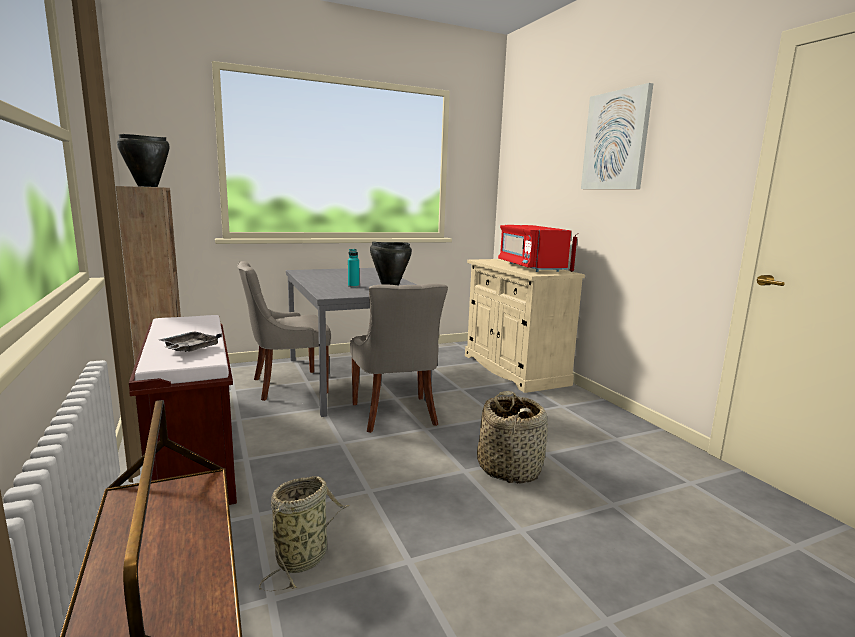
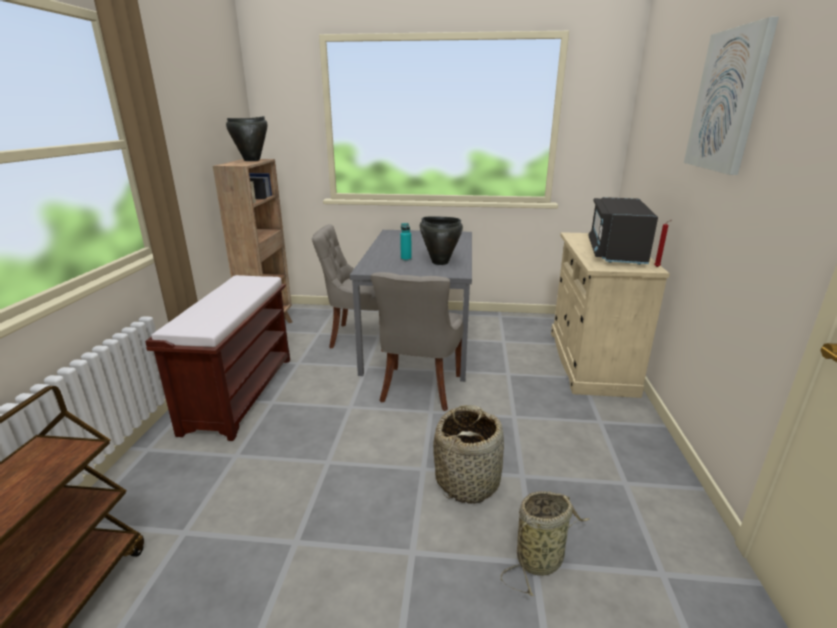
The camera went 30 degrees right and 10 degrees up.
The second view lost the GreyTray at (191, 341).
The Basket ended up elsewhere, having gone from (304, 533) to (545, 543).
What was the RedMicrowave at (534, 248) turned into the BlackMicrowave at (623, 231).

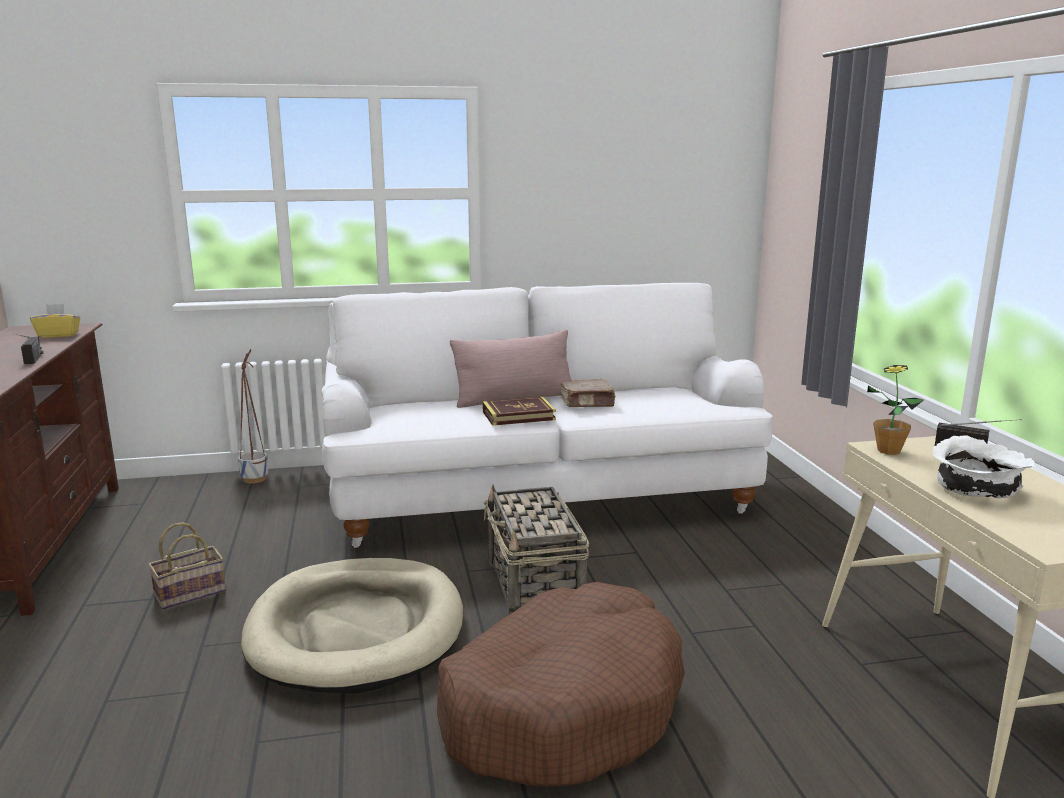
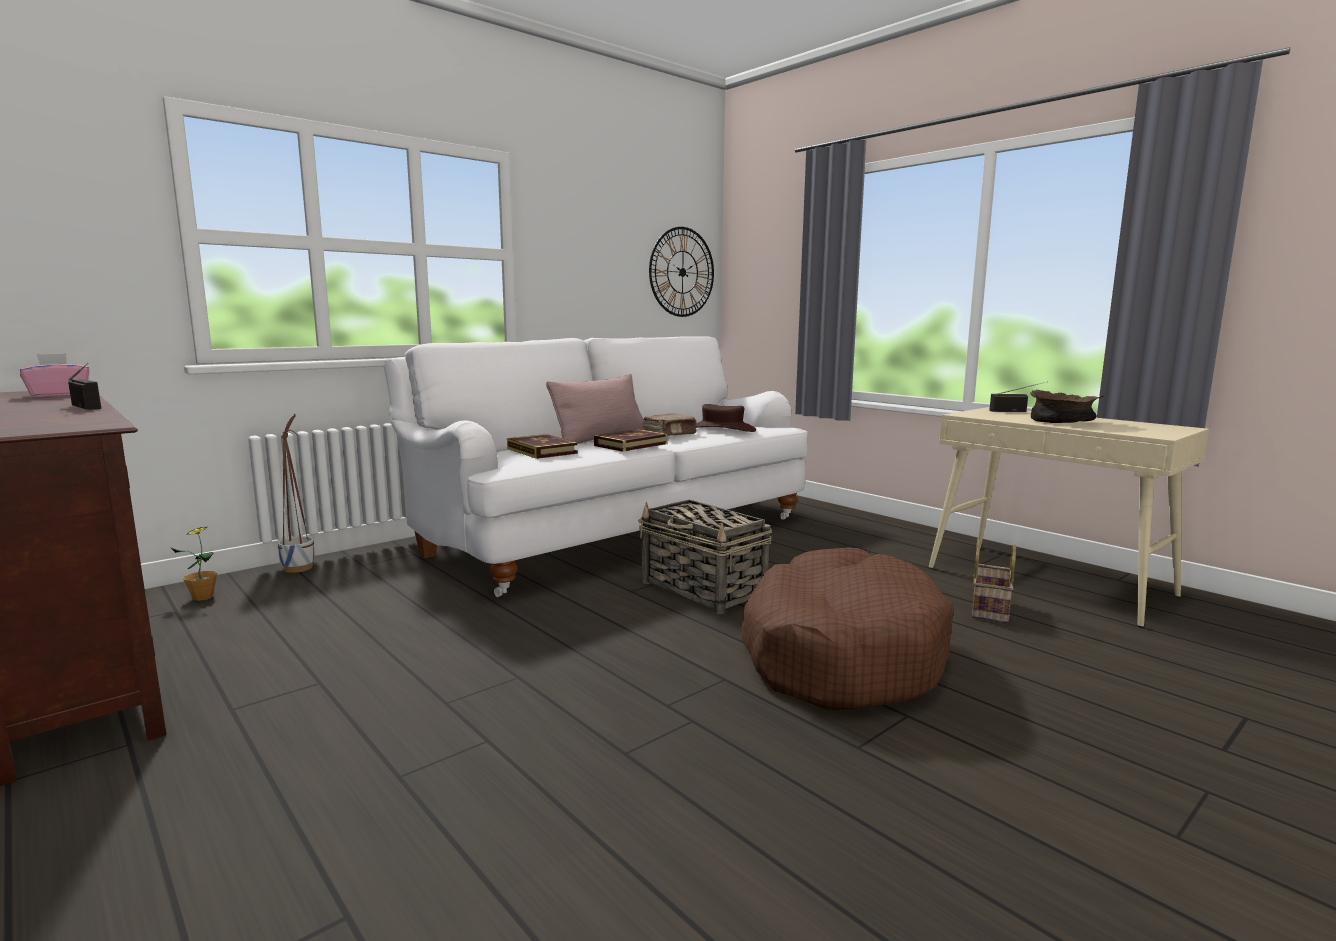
The camera went 30 degrees left and 5 degrees down.
The second view lost the BeigeDogBed at (352, 625).
The second view gained the Book at (542, 446).
The second view gained the WallClock at (681, 272).
The second view gained the BrownHat at (726, 418).
The Basket ended up elsewhere, having gone from (187, 566) to (994, 581).
The PottedPlant ended up elsewhere, having gone from (895, 410) to (193, 564).
What was the YellowTissueBox at (55, 321) turned into the PinkTissueBox at (54, 375).
What was the WhiteBowl at (984, 466) turned into the BrownBowl at (1067, 406).

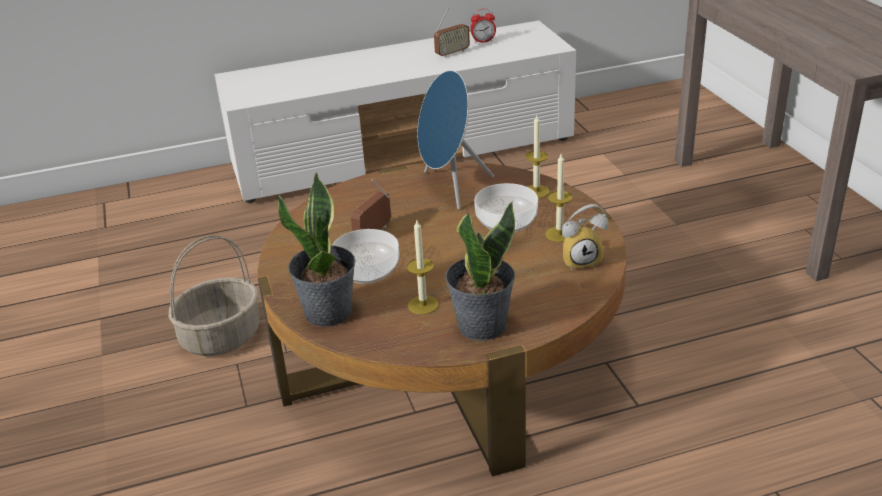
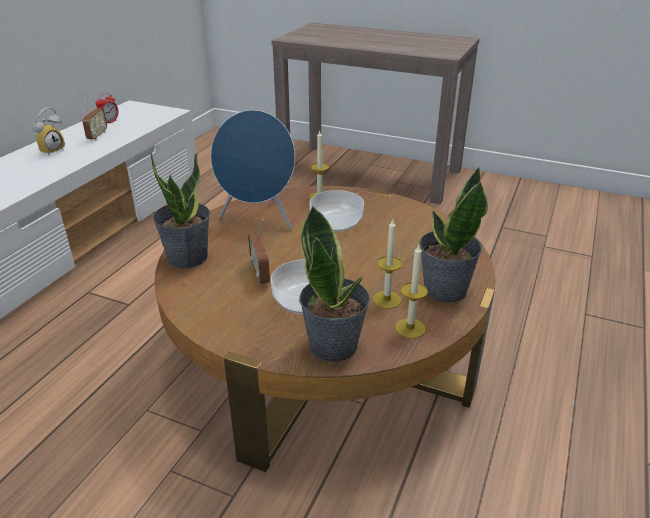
The camera went 50 degrees left and 0 degrees up.
The second view lost the Basket at (214, 295).
The second view gained the PottedPlant at (180, 211).
The Candle ended up elsewhere, having gone from (559, 198) to (411, 291).
The AlarmClock ended up elsewhere, having gone from (585, 237) to (48, 131).

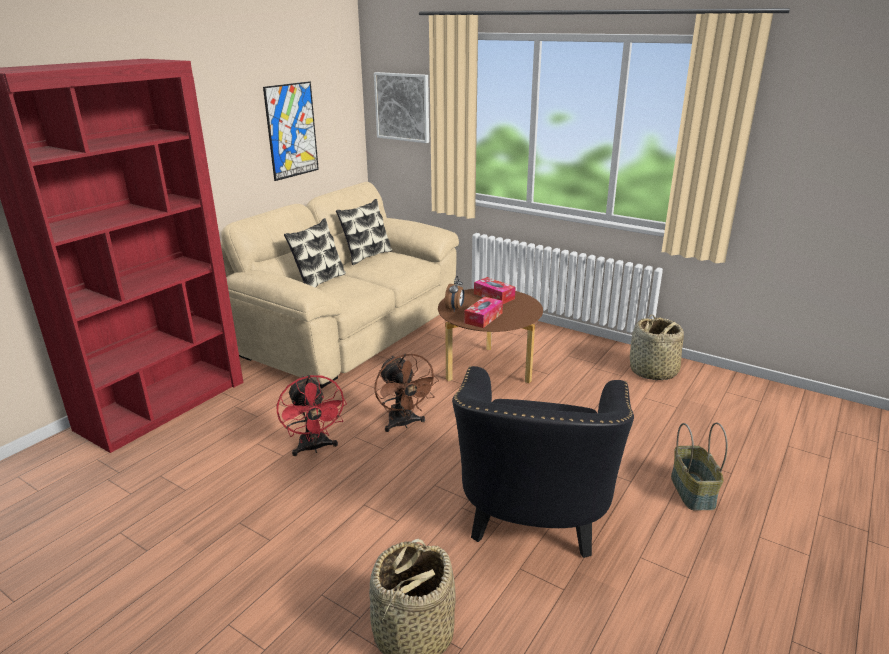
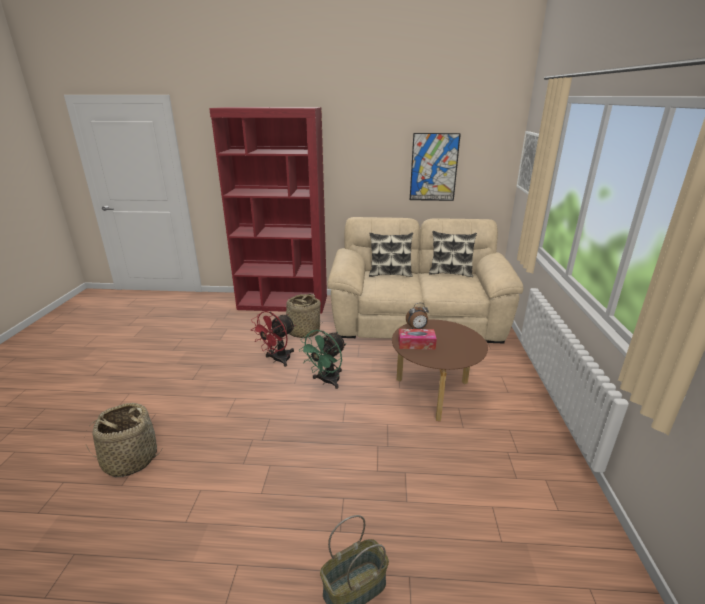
The camera went 60 degrees right and 0 degrees up.
The second view lost the BlackArmchair at (543, 462).
The second view lost the TissueBox at (495, 290).
The Basket ended up elsewhere, having gone from (657, 347) to (303, 316).
What was the BrownFan at (406, 393) turned into the GreenFan at (322, 359).

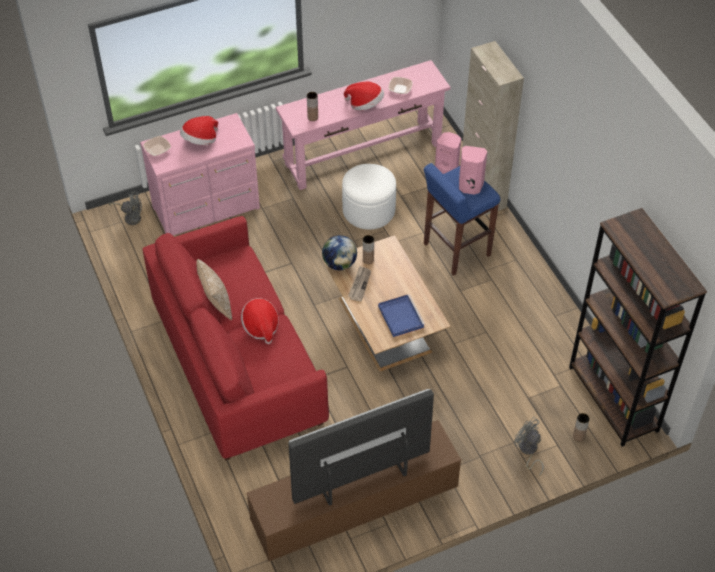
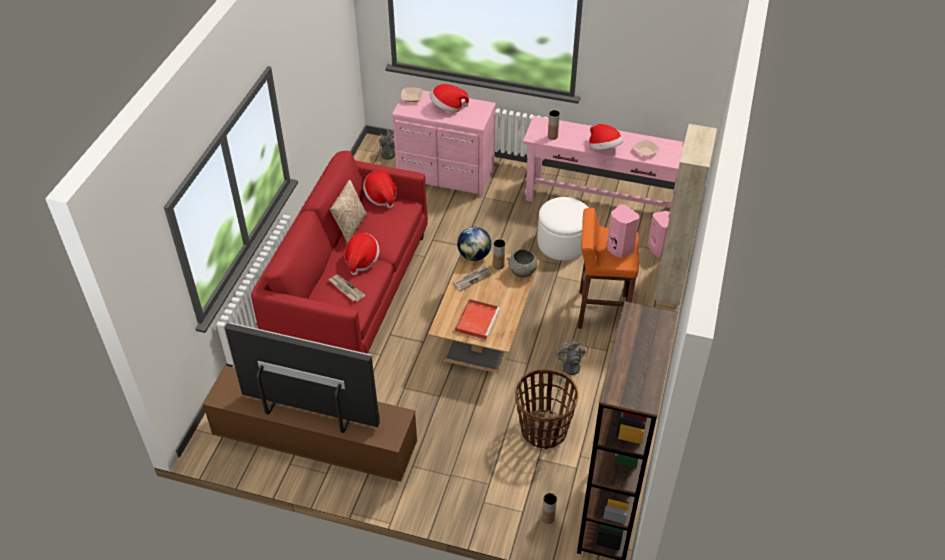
The camera went 40 degrees right and 5 degrees down.
The second view gained the Newspaper at (346, 288).
The second view gained the Hat at (380, 189).
The second view gained the GreyBowl at (522, 263).
The second view gained the Basket at (547, 409).
The GreyFan ended up elsewhere, having gone from (529, 446) to (571, 365).
What was the BlueTray at (401, 315) turned into the RedTray at (477, 319).
What was the BlueStool at (462, 219) turned into the OrangeStool at (608, 268).

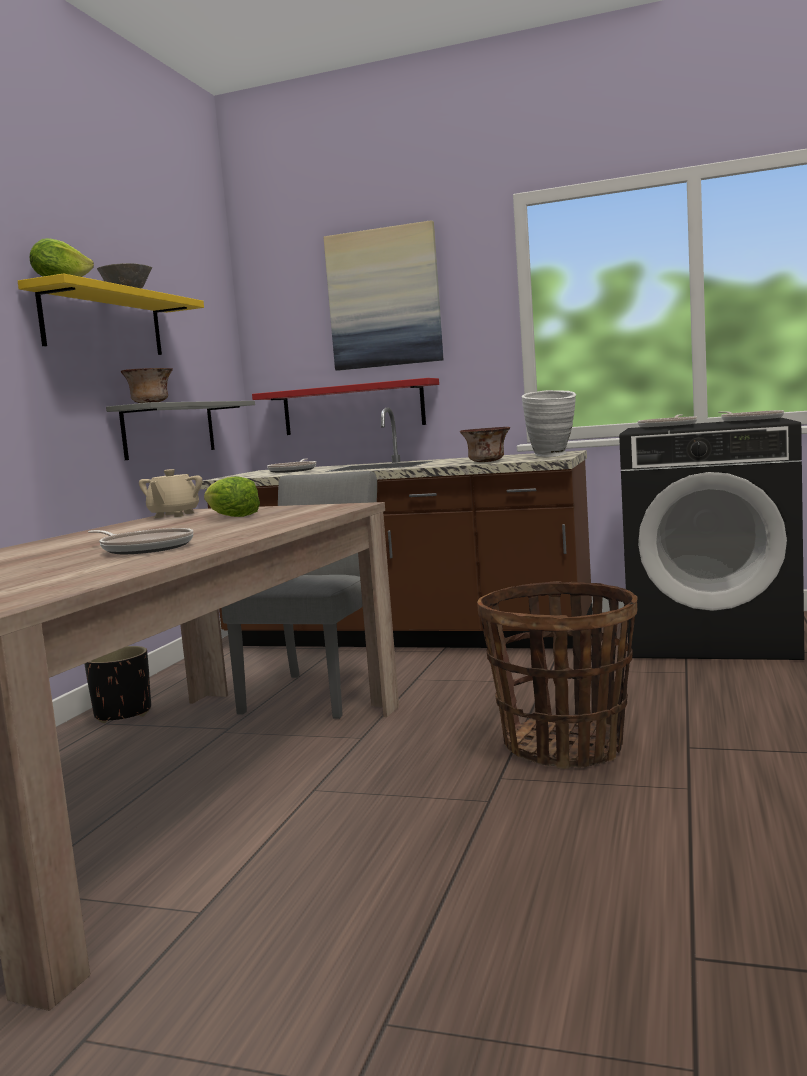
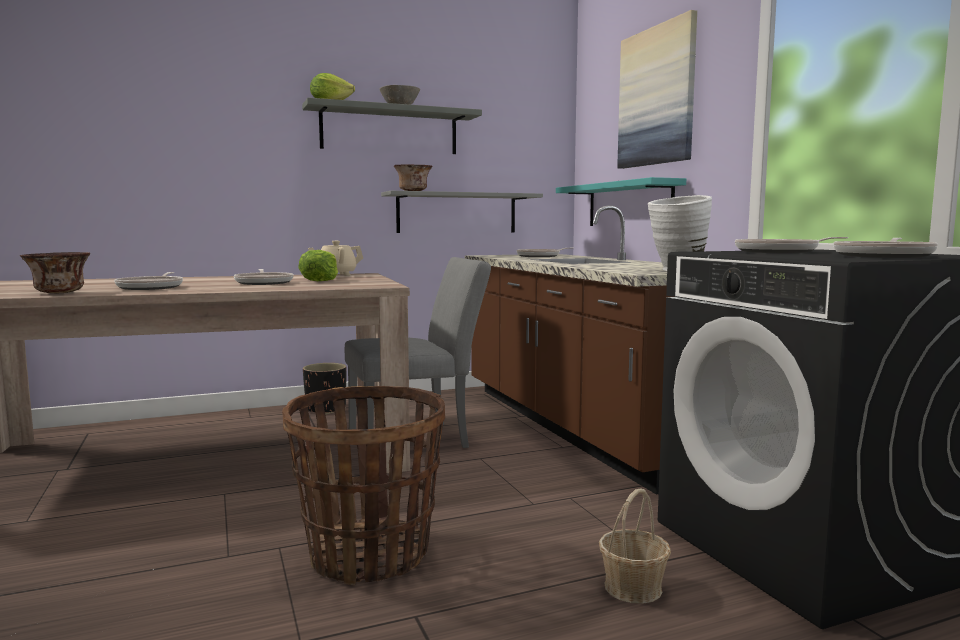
The camera went 50 degrees right and 0 degrees up.
The second view gained the FryingPan at (263, 277).
The second view gained the Basket at (635, 546).
The Bowl ended up elsewhere, having gone from (485, 444) to (55, 272).
What was the YellowShelf at (111, 314) turned into the GreyShelf at (392, 126).
What was the RedShelf at (345, 406) turned into the TurquoiseShelf at (621, 201).

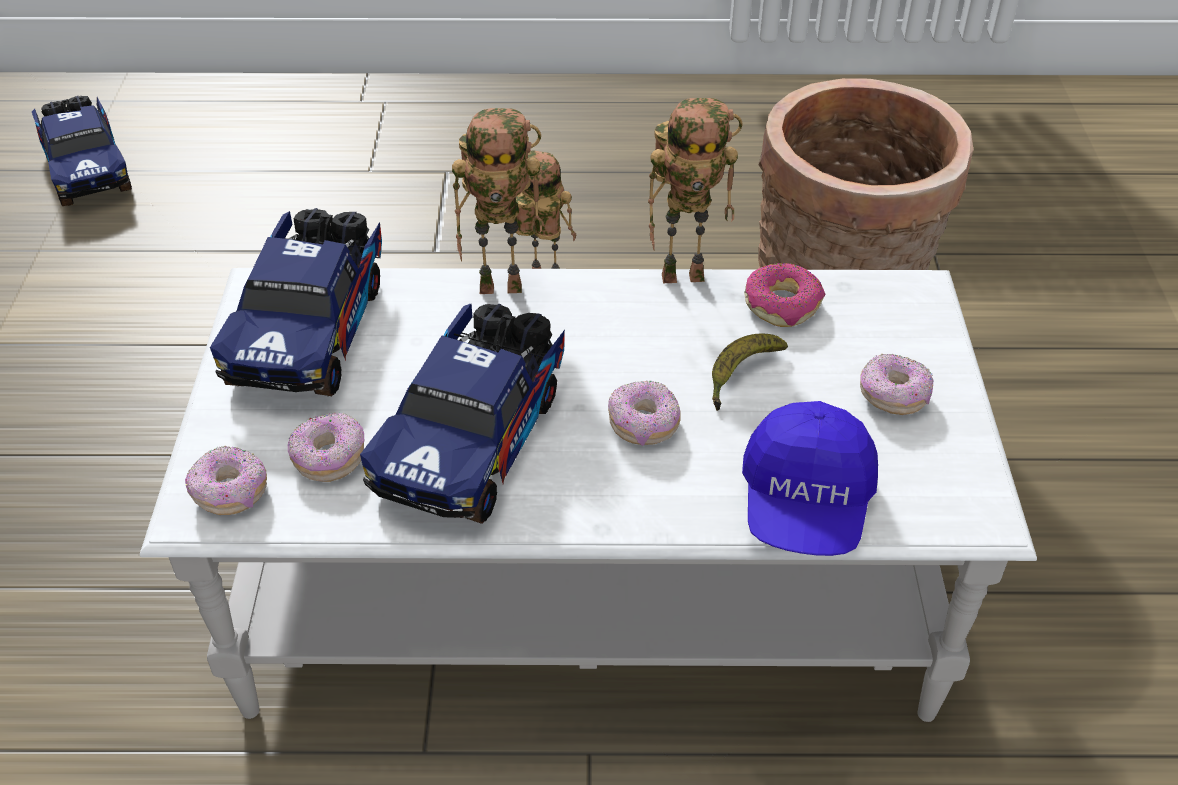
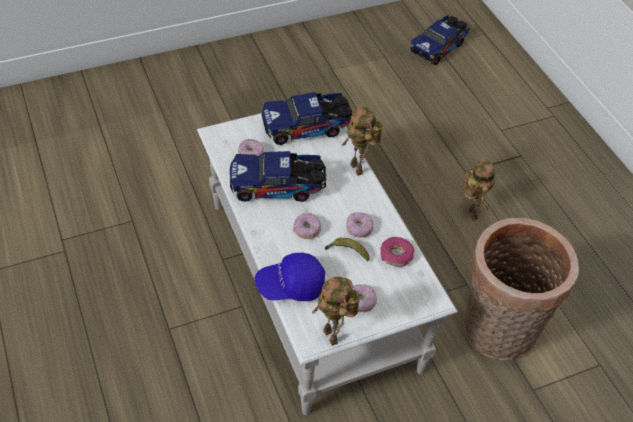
The camera went 65 degrees right and 5 degrees up.
The Donut ended up elsewhere, having gone from (226, 480) to (359, 225).
The ToyRobot ended up elsewhere, having gone from (695, 190) to (336, 311).

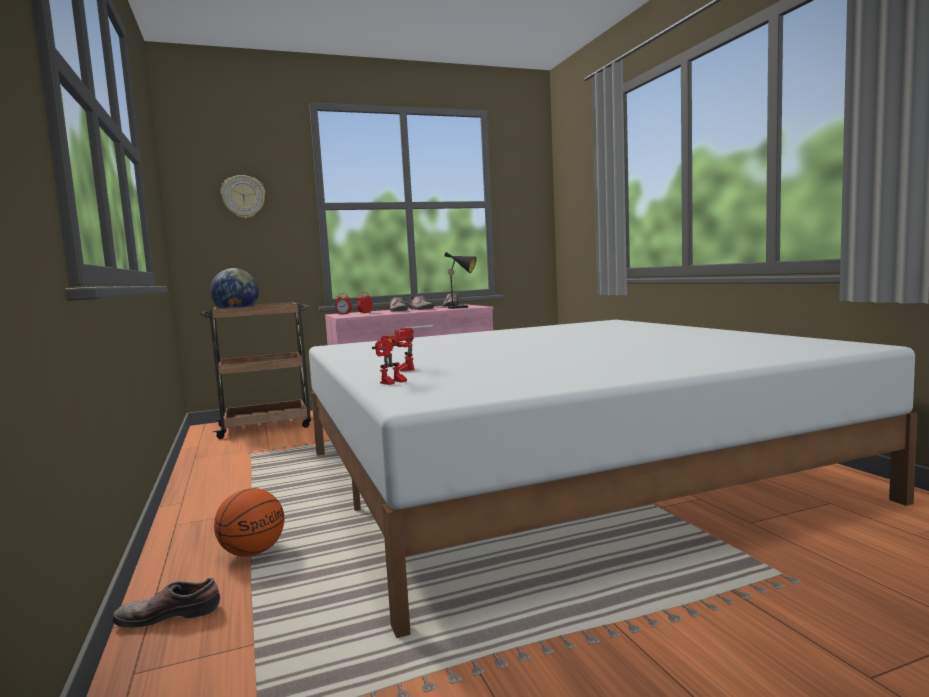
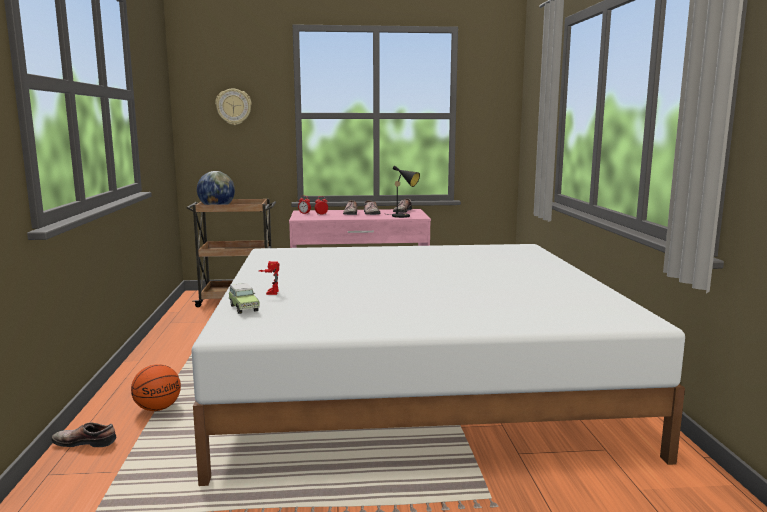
The camera went 15 degrees right and 5 degrees up.
Where the ToyRobot stood at (392, 360), the ToyCar came to stand at (244, 298).

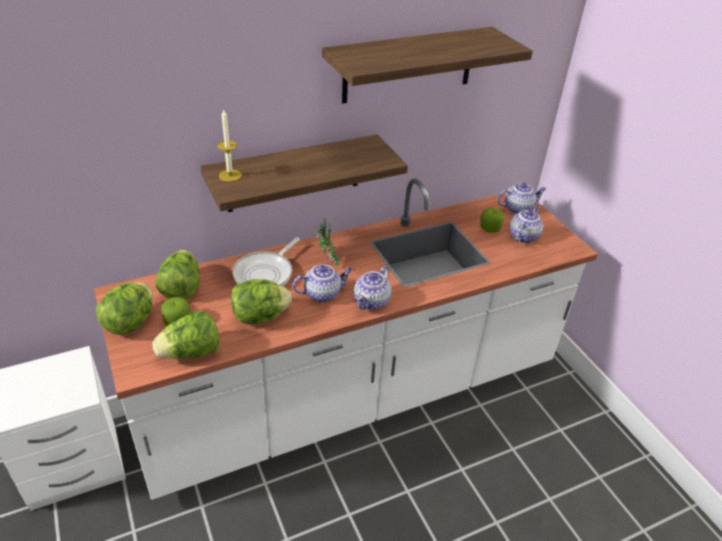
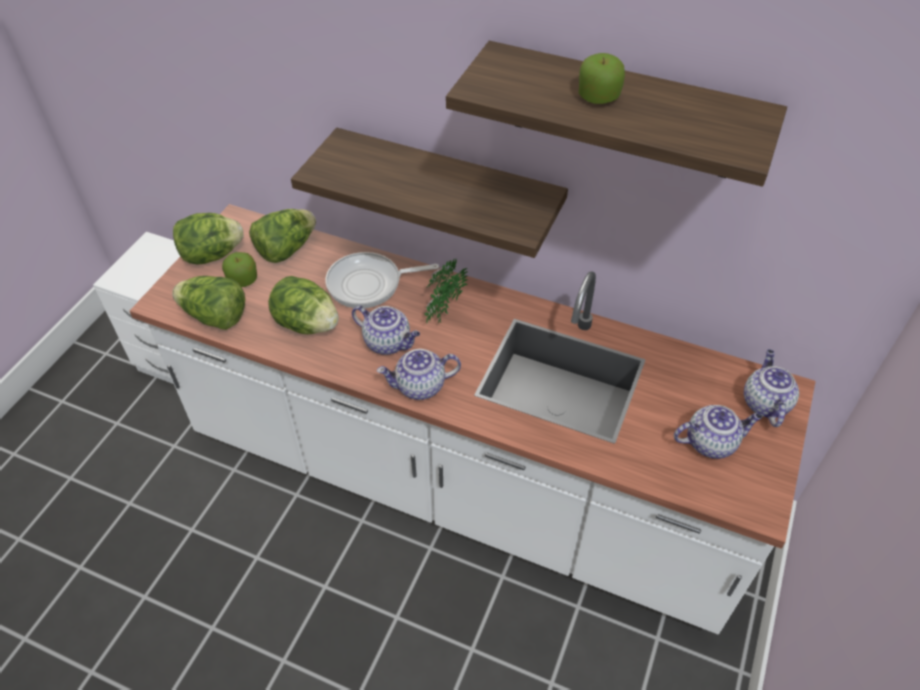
The camera went 50 degrees right and 10 degrees up.
The second view lost the Candle at (229, 145).
The Apple ended up elsewhere, having gone from (492, 220) to (602, 78).
The Teapot at (521, 198) ended up facing another way, 120 degrees counterclockwise from before.

